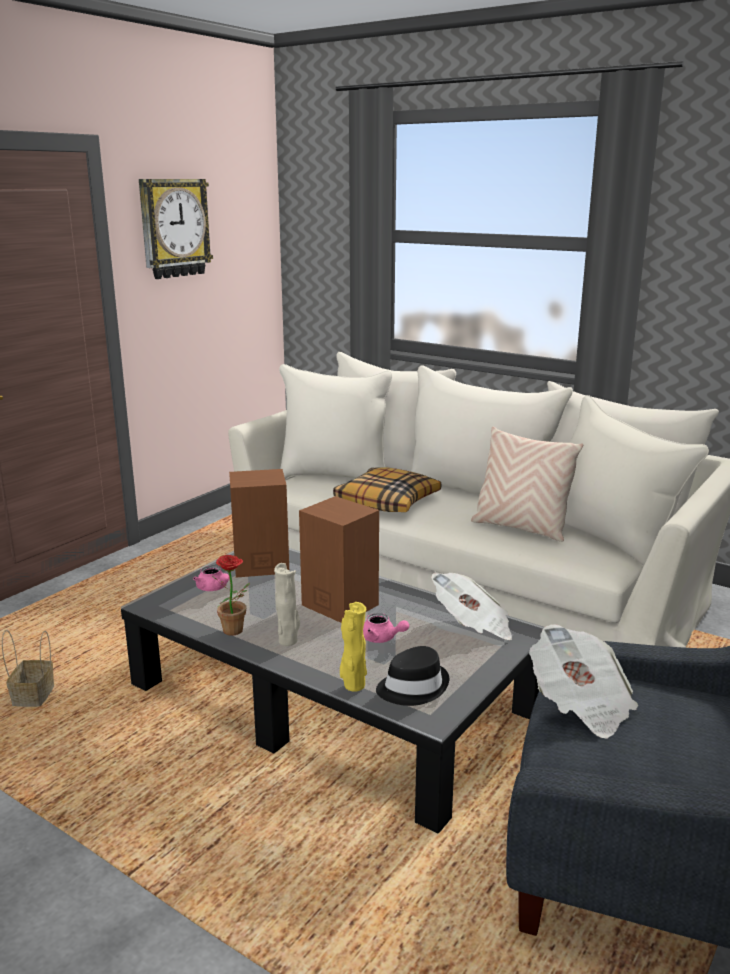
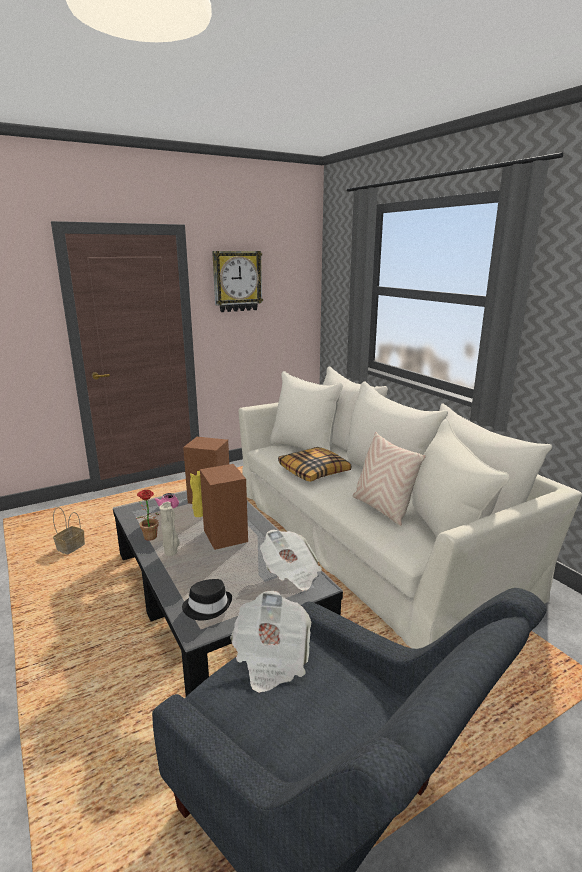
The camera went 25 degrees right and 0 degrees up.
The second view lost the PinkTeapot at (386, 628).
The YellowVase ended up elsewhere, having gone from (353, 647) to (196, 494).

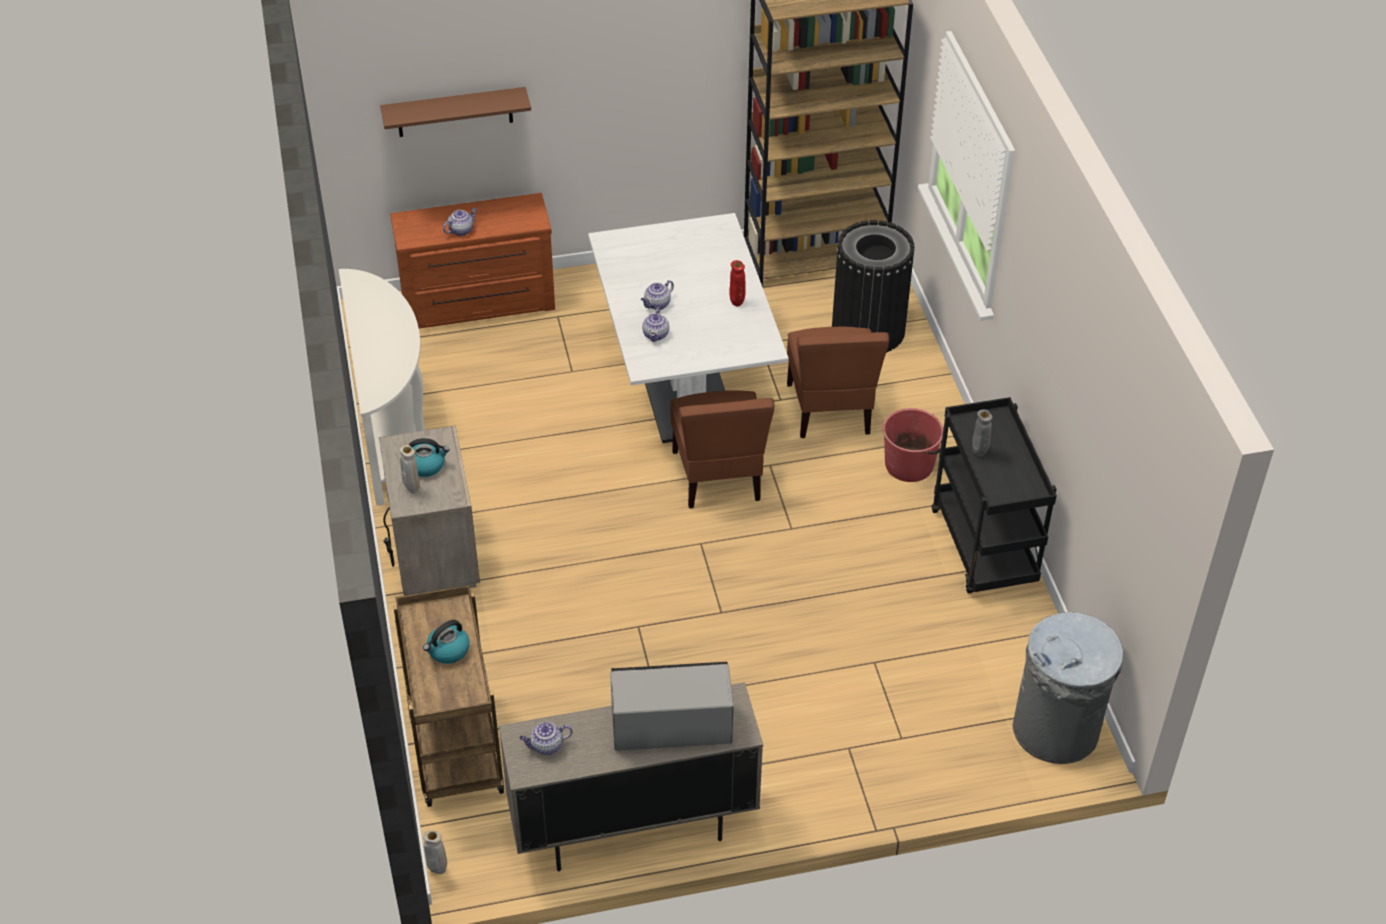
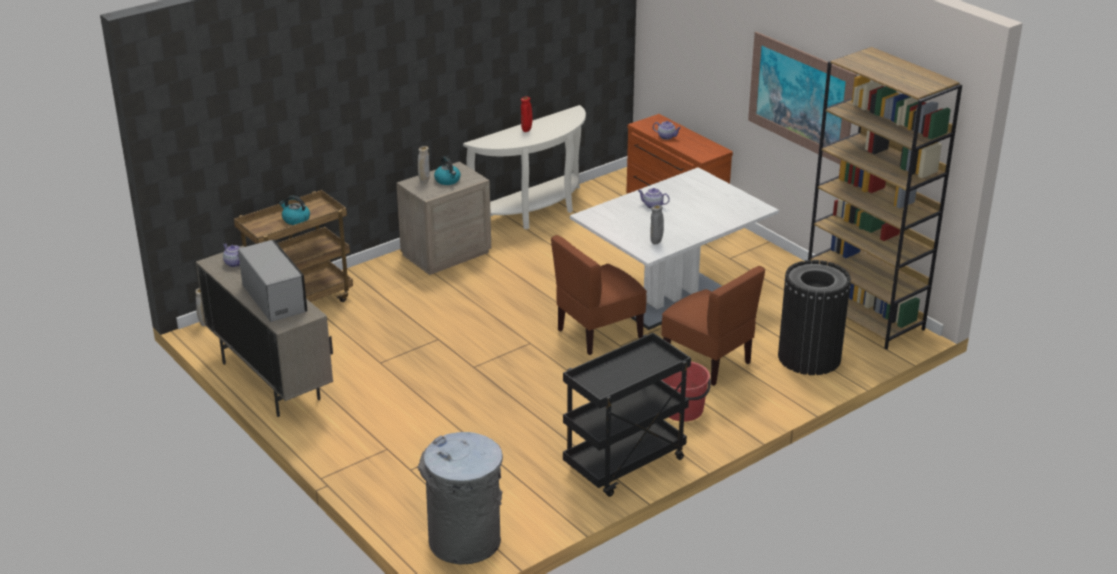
The camera went 65 degrees right and 15 degrees down.
The second view lost the BrownShelf at (455, 112).
The second view lost the Teapot at (655, 324).
The second view gained the Picture at (802, 98).
The RedVase ended up elsewhere, having gone from (737, 283) to (526, 114).
The GreyVase ended up elsewhere, having gone from (982, 433) to (657, 224).
The BrownChair at (838, 382) ended up facing another way, 105 degrees counterclockwise from before.

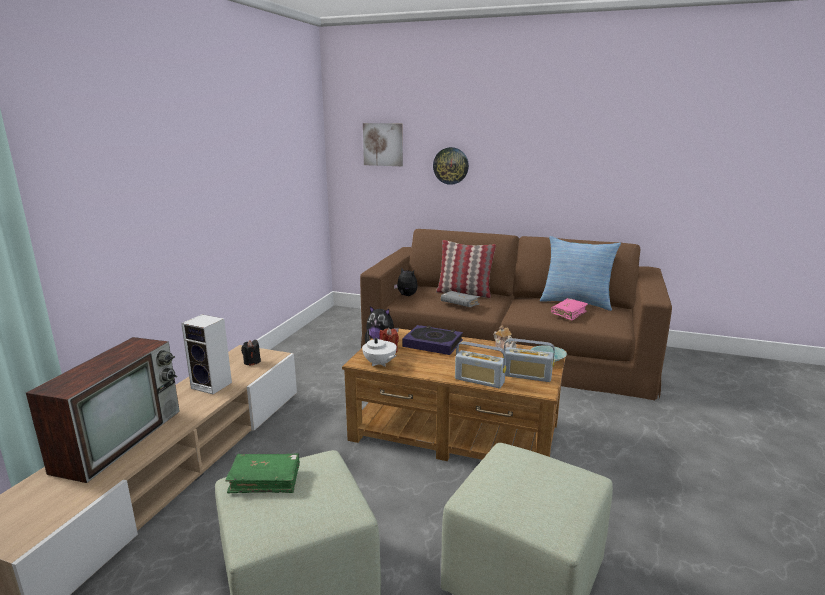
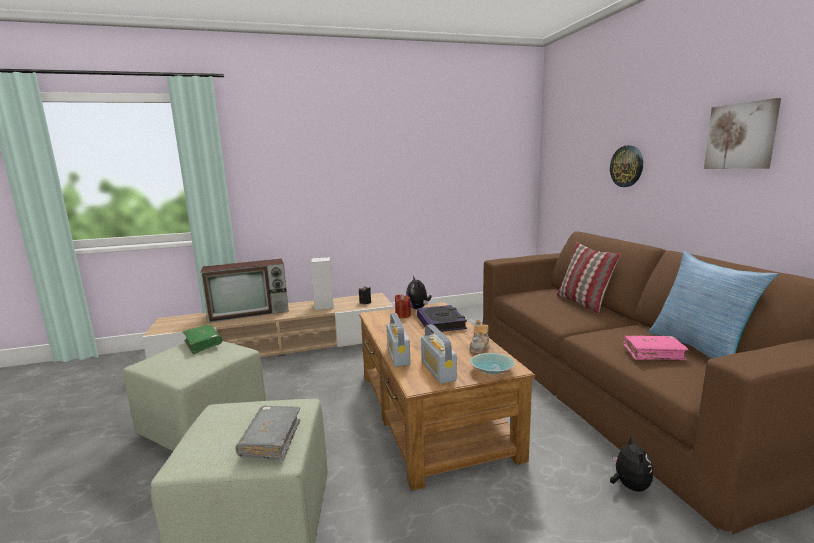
The camera went 55 degrees right and 5 degrees down.
The second view lost the WhiteTeapot at (379, 348).
The Picture ended up elsewhere, having gone from (383, 144) to (742, 133).
The PlushToy ended up elsewhere, having gone from (406, 281) to (631, 463).
The GreyBook ended up elsewhere, having gone from (460, 299) to (268, 433).

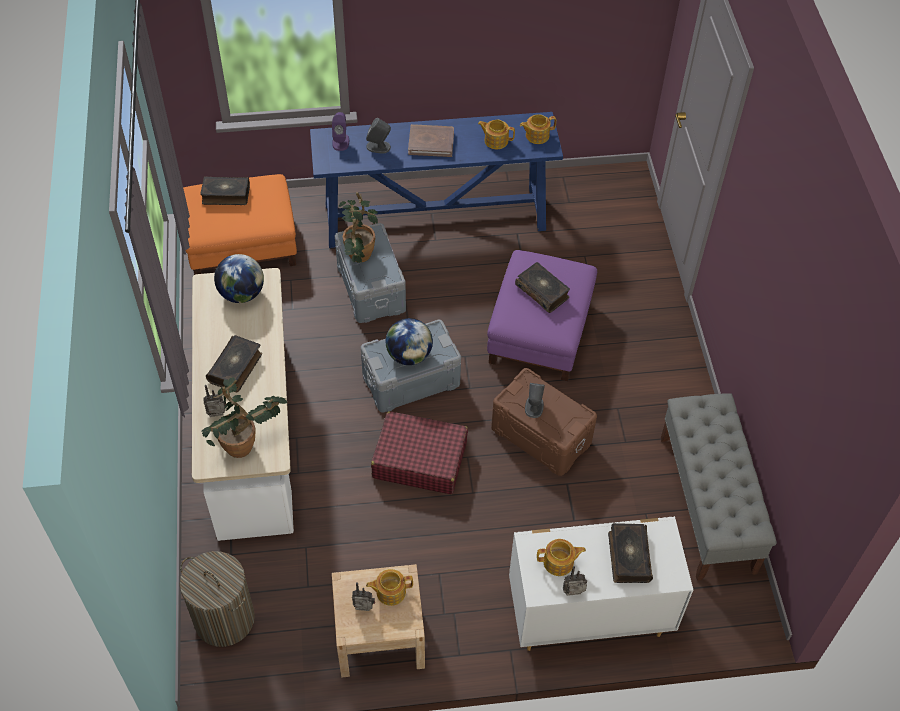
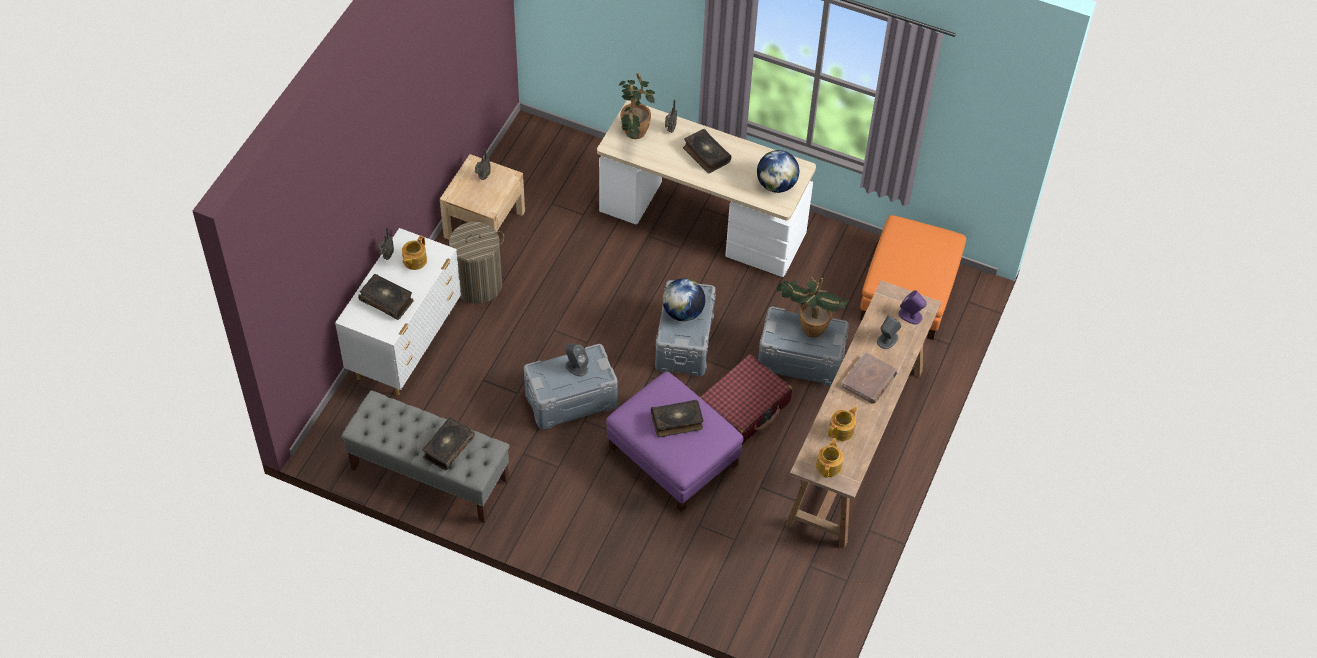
The camera went 120 degrees right and 0 degrees up.
The second view lost the Teapot at (389, 587).
The LaundryBasket ended up elsewhere, having gone from (217, 599) to (476, 263).
The Book ended up elsewhere, having gone from (225, 190) to (448, 444).
The RedSuitcase ended up elsewhere, having gone from (419, 452) to (746, 399).
What was the BlueConsoleTable at (436, 180) turned into the BrownConsoleTable at (863, 414).
What was the BrownStorageBox at (544, 422) turned into the GreyStorageBox at (571, 386).

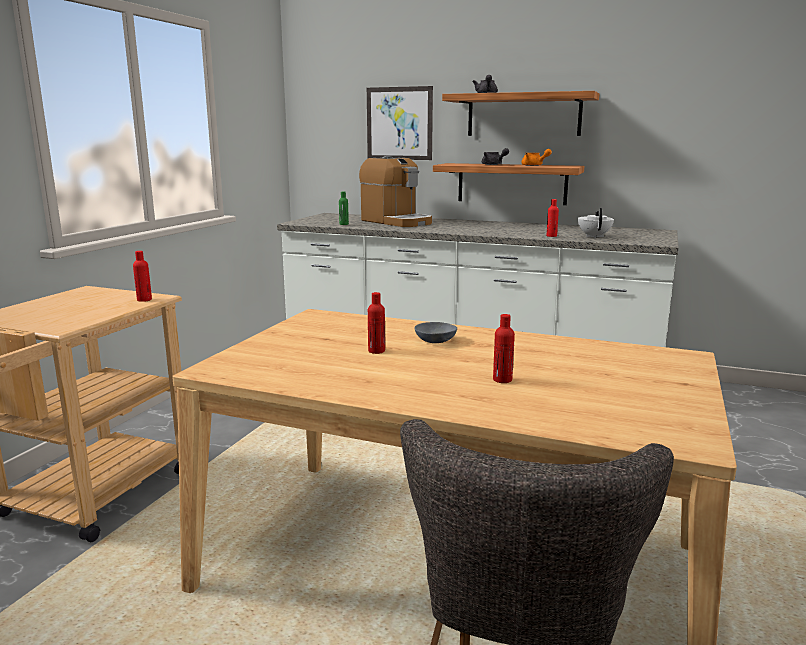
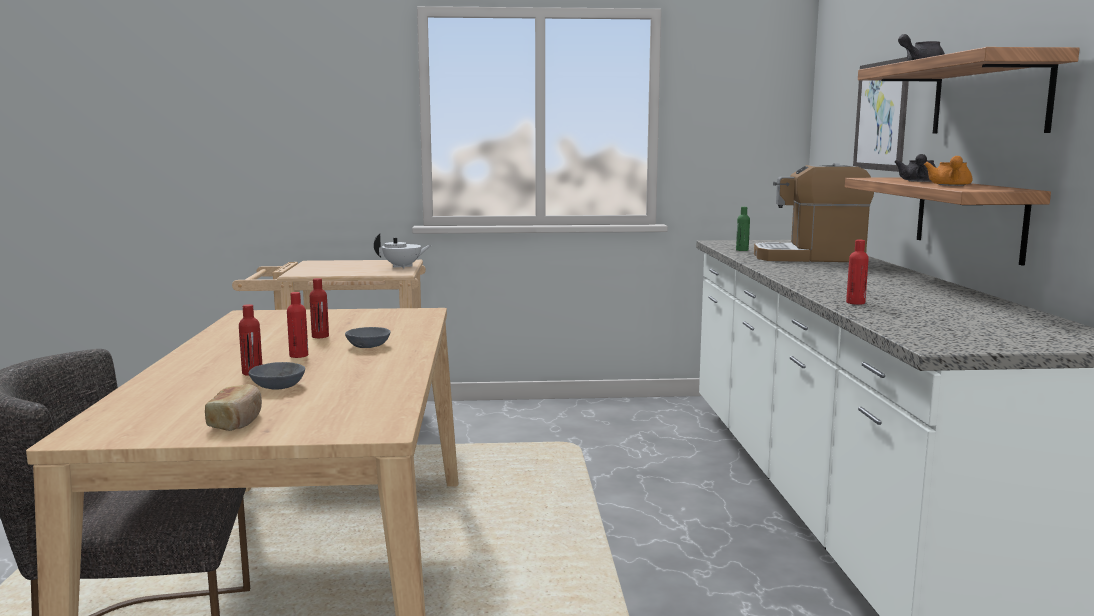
The camera went 65 degrees right and 5 degrees down.
The second view gained the Bread at (233, 407).
The second view gained the GreyBowl at (277, 375).
The RedBottle ended up elsewhere, having gone from (142, 276) to (297, 325).
The WhiteTeapot ended up elsewhere, having gone from (596, 223) to (403, 250).
The CoffeeMachine at (395, 191) ended up facing another way, 75 degrees clockwise from before.

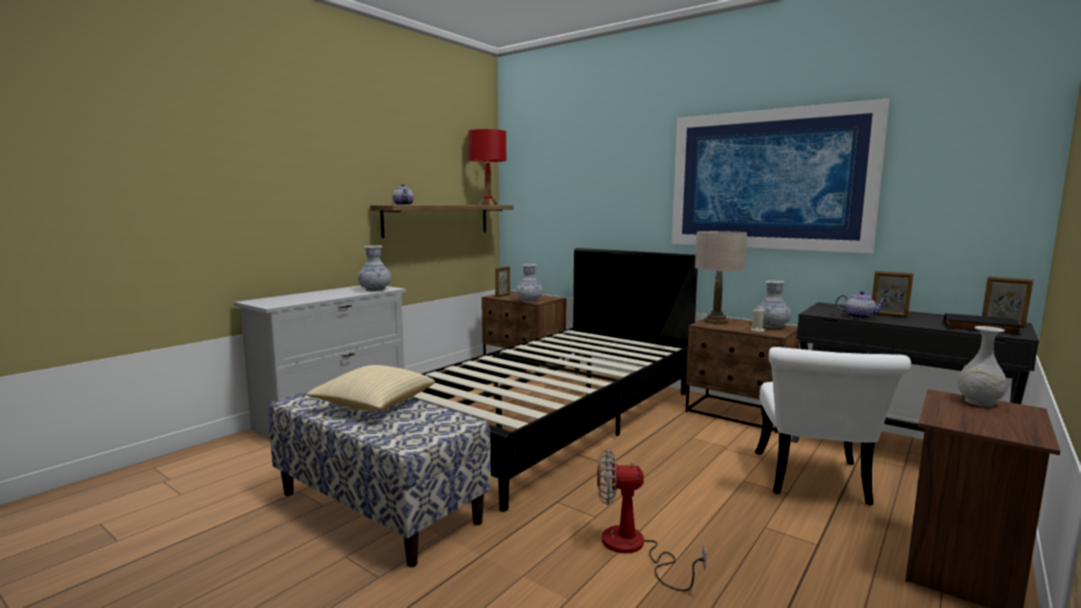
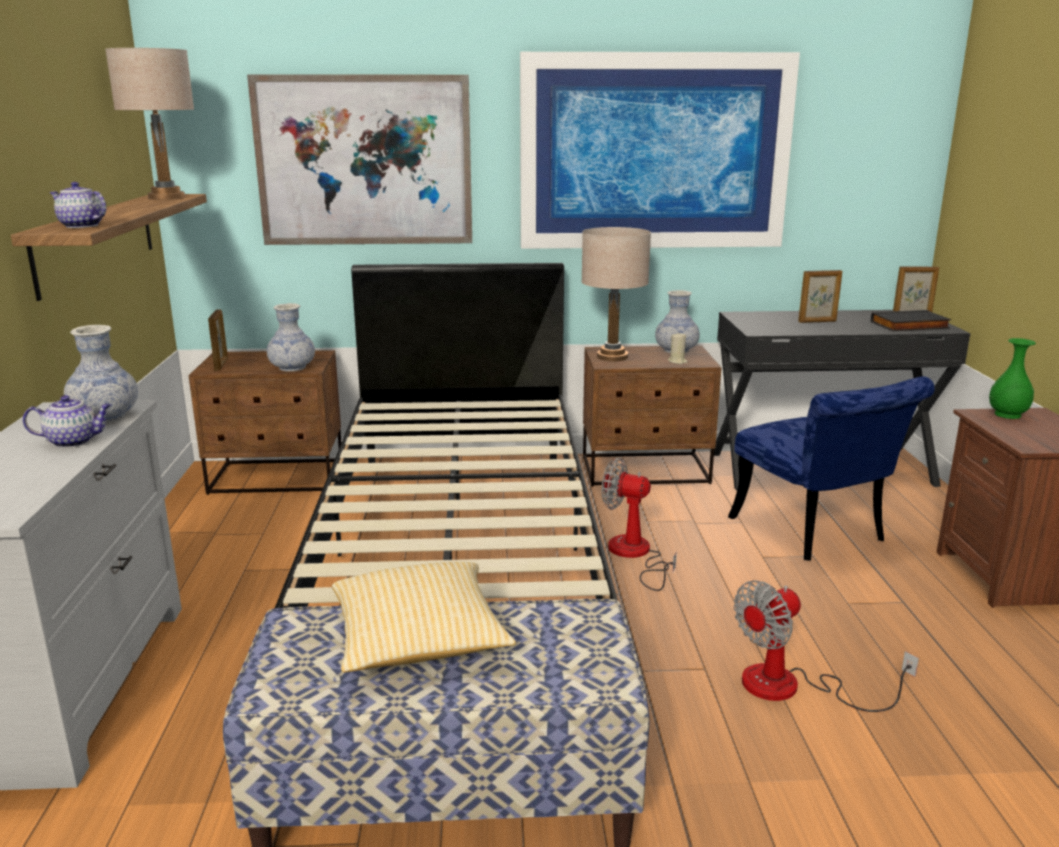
The camera went 40 degrees left and 10 degrees up.
The second view gained the Picture at (359, 159).
The second view gained the Fan at (639, 524).
The Teapot ended up elsewhere, having gone from (861, 305) to (66, 421).
What was the RedTableLamp at (487, 167) turned into the BeigeTableLamp at (149, 124).
What was the WhiteChair at (833, 426) turned into the BlueChair at (831, 468).
What was the WhiteVase at (982, 366) turned into the GreenVase at (1012, 378).

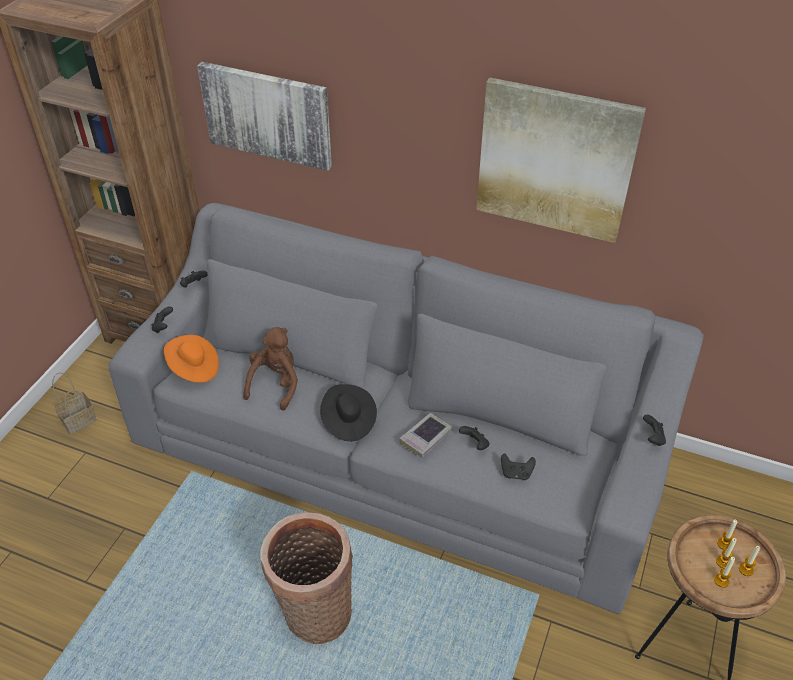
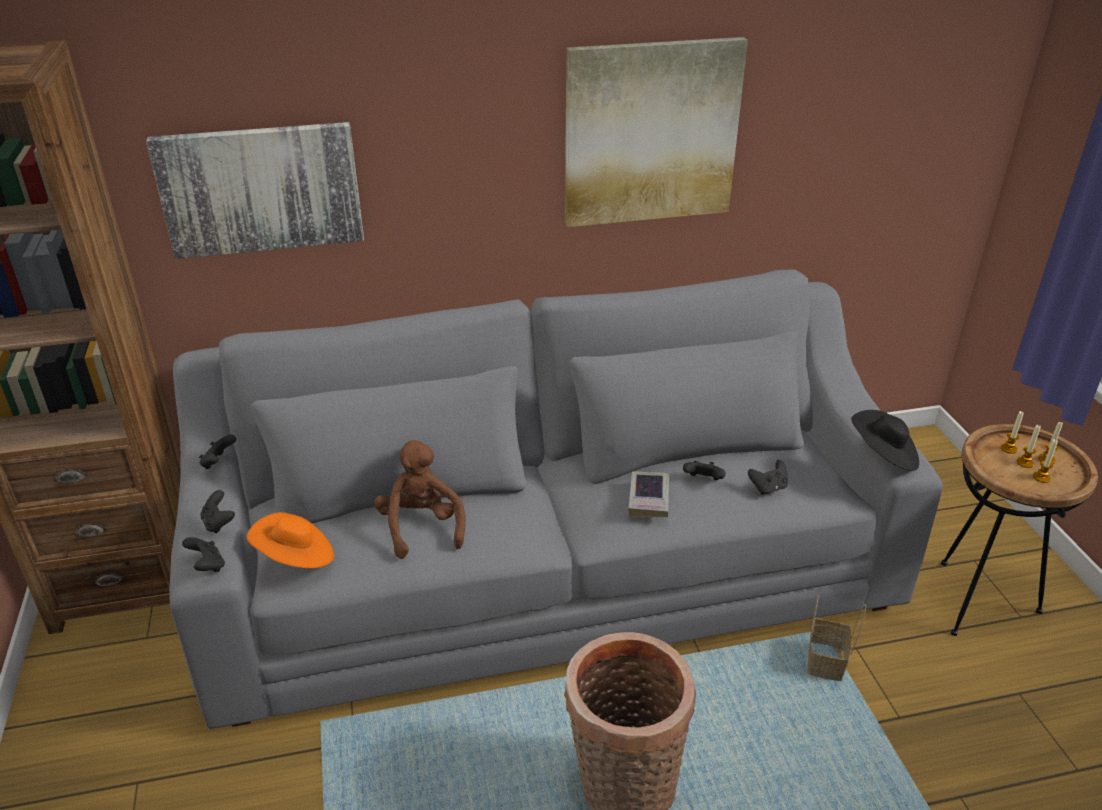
The camera went 35 degrees left and 10 degrees down.
The Basket ended up elsewhere, having gone from (74, 403) to (836, 638).
The BlackHat ended up elsewhere, having gone from (348, 413) to (885, 440).
The BlackGameController ended up elsewhere, having gone from (654, 430) to (203, 554).

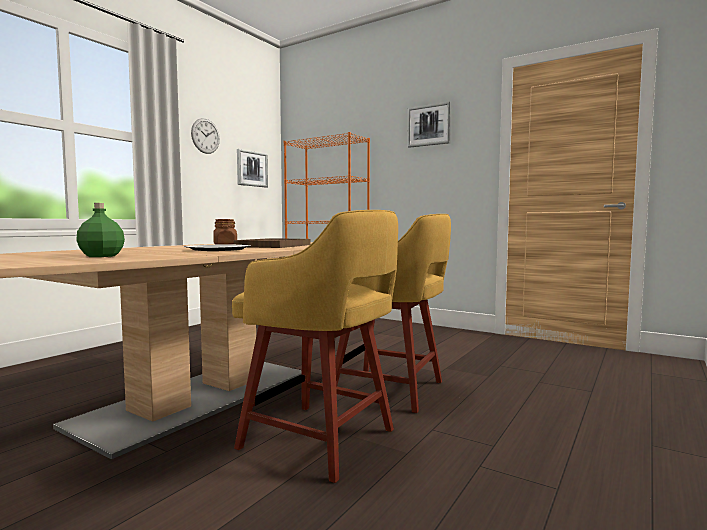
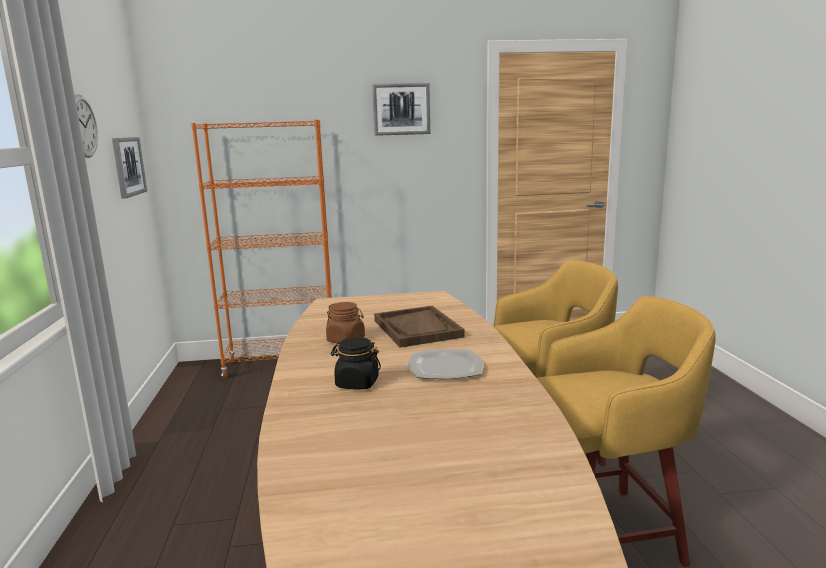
The camera went 40 degrees left and 10 degrees up.
The second view lost the GreenBottle at (100, 230).
The second view gained the BlackJar at (356, 363).

